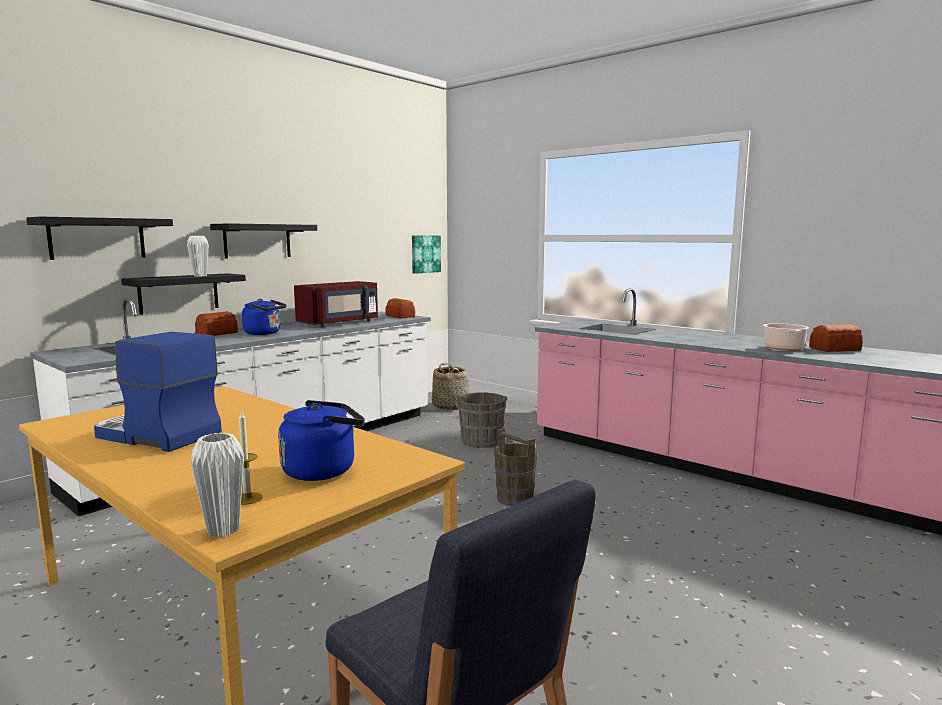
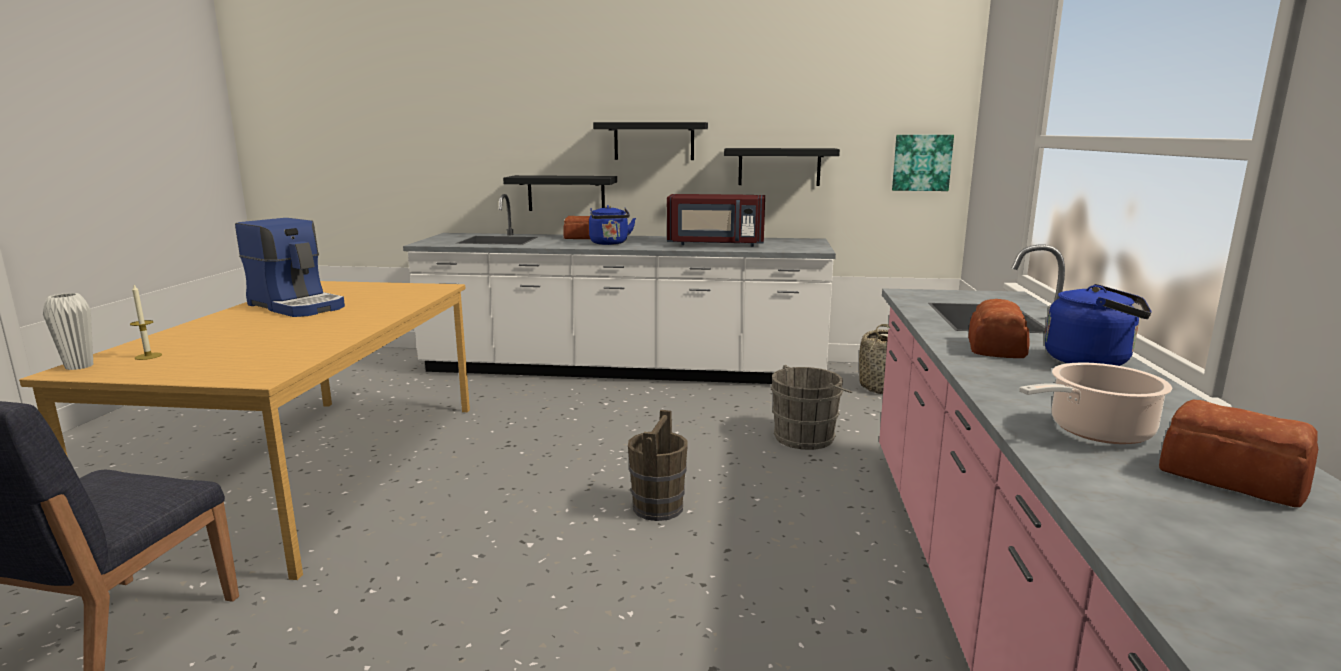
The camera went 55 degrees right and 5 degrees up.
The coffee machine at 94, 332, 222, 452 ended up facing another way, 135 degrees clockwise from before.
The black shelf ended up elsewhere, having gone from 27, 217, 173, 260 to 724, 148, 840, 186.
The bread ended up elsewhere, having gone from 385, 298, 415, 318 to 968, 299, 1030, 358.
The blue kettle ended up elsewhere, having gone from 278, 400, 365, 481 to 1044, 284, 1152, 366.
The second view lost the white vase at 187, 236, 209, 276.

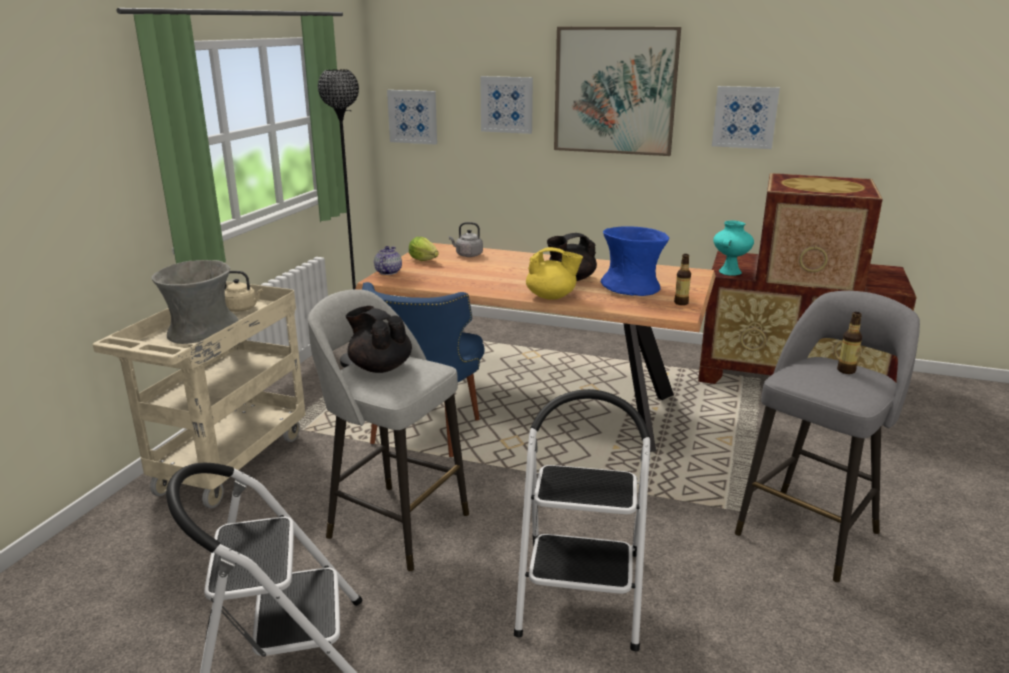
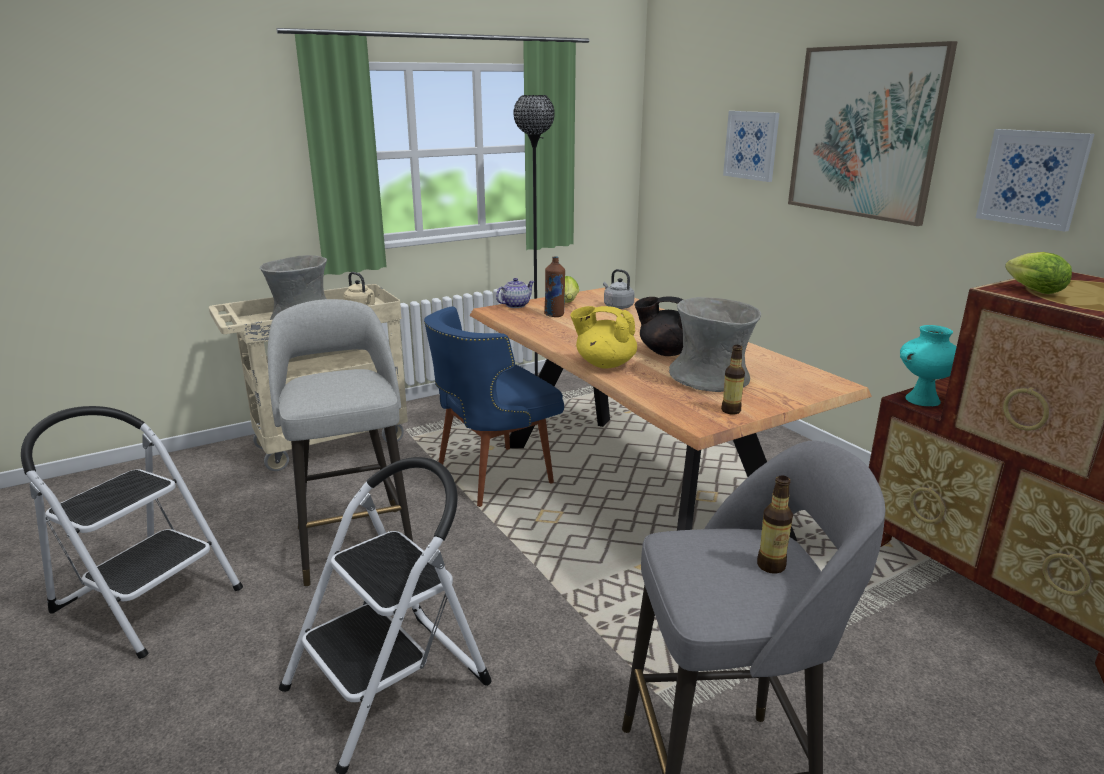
The camera went 40 degrees right and 0 degrees up.
The second view gained the brown bottle at 544, 256, 565, 317.
The yellow teapot at 526, 247, 583, 300 ended up facing another way, 150 degrees clockwise from before.
What was the blue vase at 601, 227, 669, 296 turned into the grey vase at 669, 297, 761, 392.
The second view gained the lettuce at 1005, 252, 1072, 294.
The second view lost the black teapot at 346, 306, 412, 373.
The second view lost the picture at 387, 90, 437, 145.

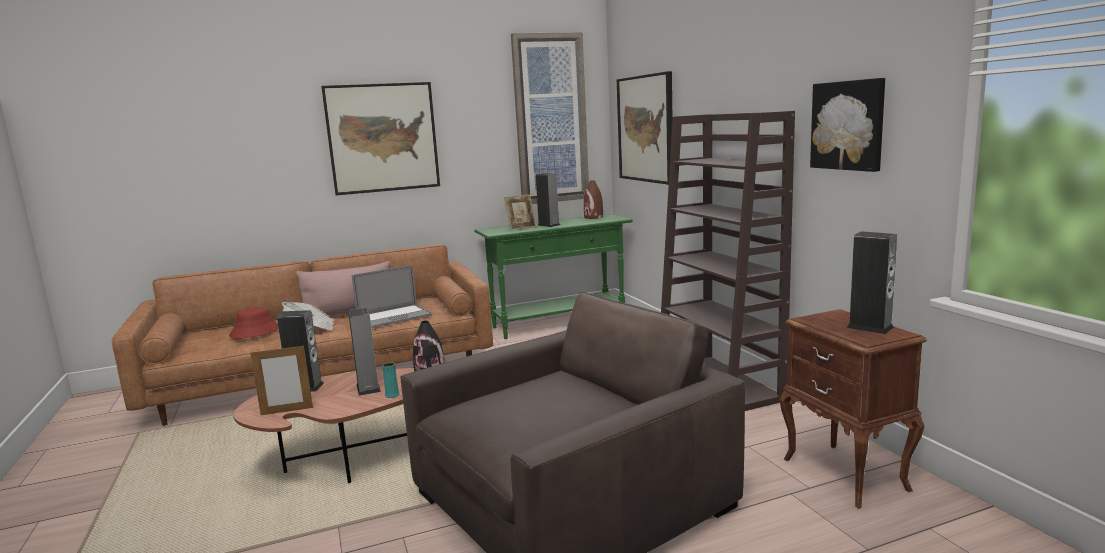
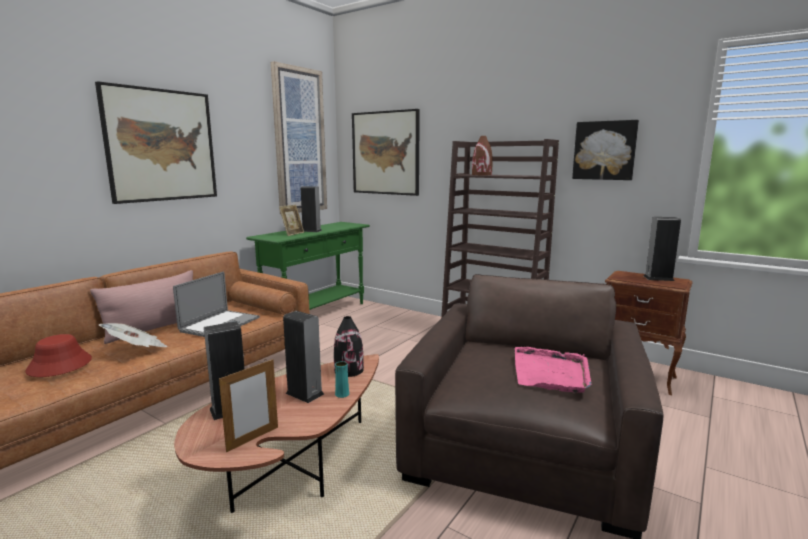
The camera went 35 degrees left and 0 degrees up.
The brown vase ended up elsewhere, having gone from 584, 180, 603, 219 to 472, 136, 492, 175.
The second view gained the pink tray at 515, 347, 591, 393.

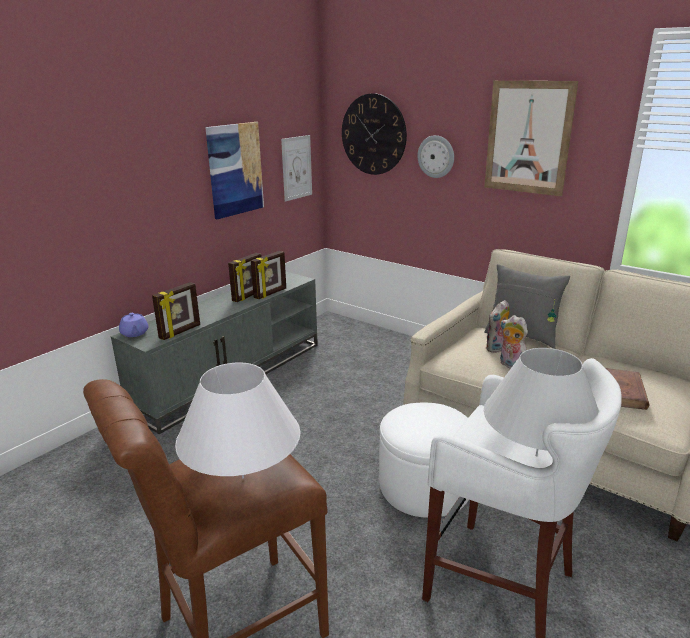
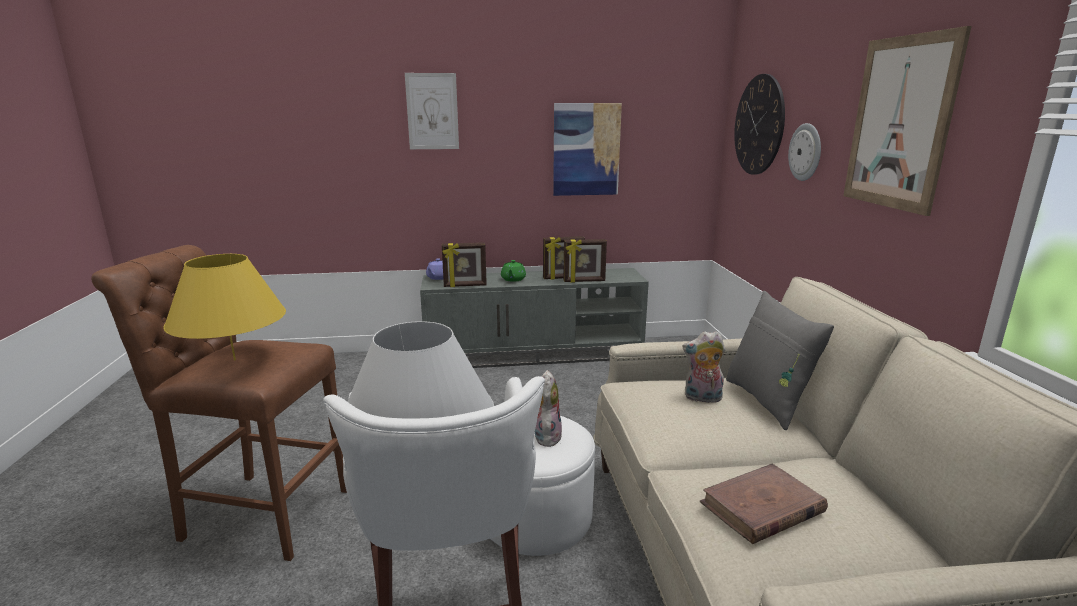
The camera went 45 degrees right and 5 degrees down.
What was the white table lamp at 175, 362, 300, 478 turned into the yellow table lamp at 163, 254, 286, 360.
The picture ended up elsewhere, having gone from 281, 135, 312, 202 to 405, 73, 459, 149.
The second view gained the green teapot at 501, 260, 526, 282.
The plush toy ended up elsewhere, having gone from 500, 315, 528, 369 to 535, 370, 562, 447.

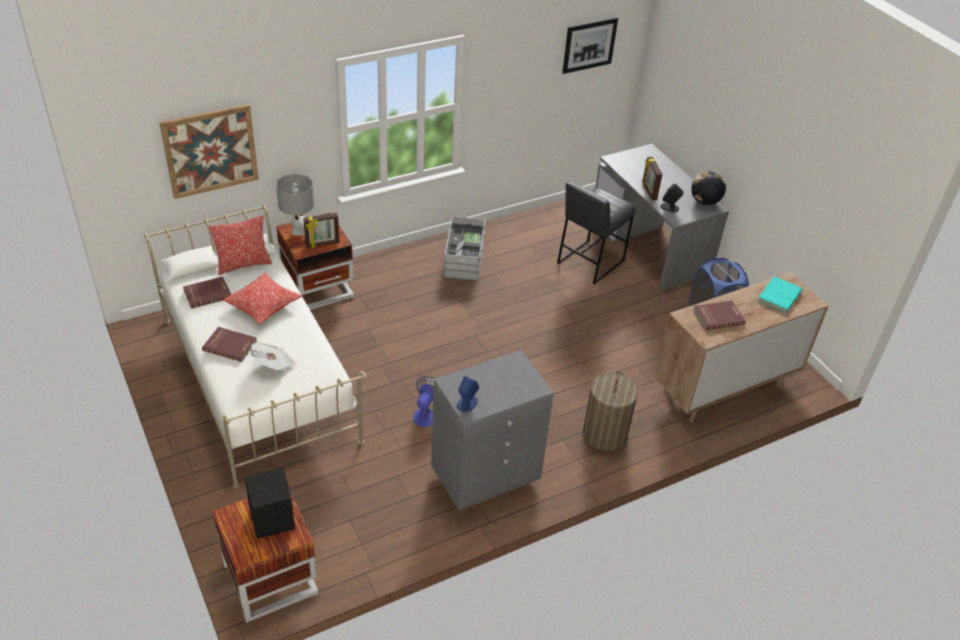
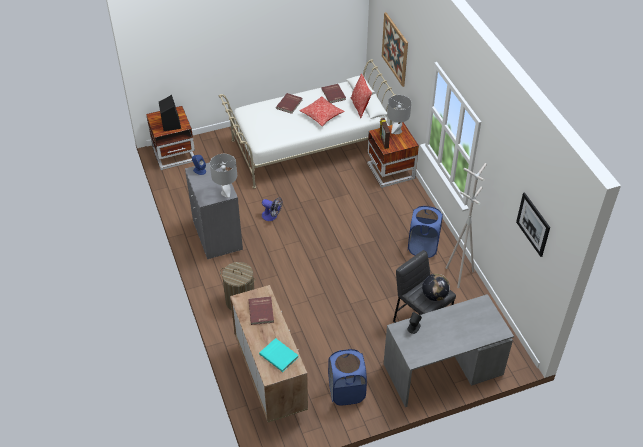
The camera went 100 degrees right and 5 degrees up.
The second view gained the grey table lamp at 210, 154, 237, 198.
Where the grey storage box stood at 444, 216, 485, 281, the blue laundry basket came to stand at 408, 206, 443, 258.
The globe ended up elsewhere, having gone from 691, 171, 726, 205 to 422, 274, 450, 301.
The second view gained the grey clothes rack at 446, 163, 487, 288.
The second view lost the newspaper at 248, 342, 297, 371.
The second view lost the picture frame at 642, 157, 663, 201.

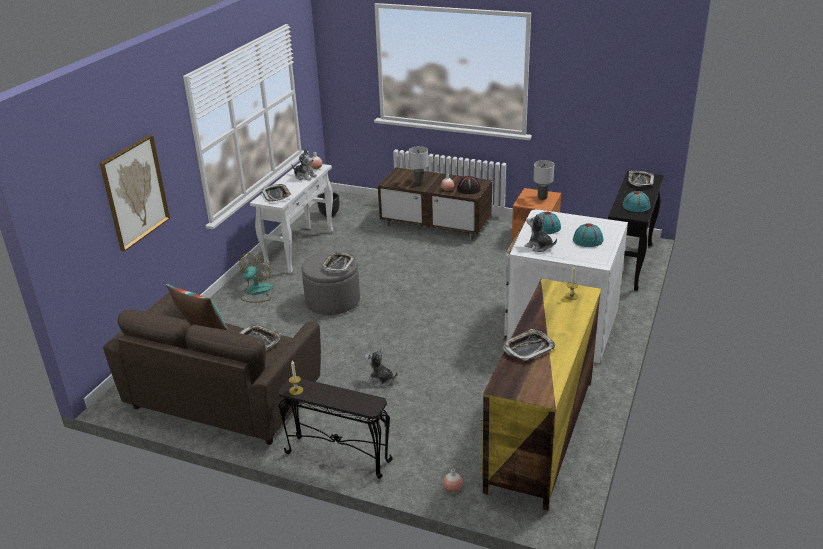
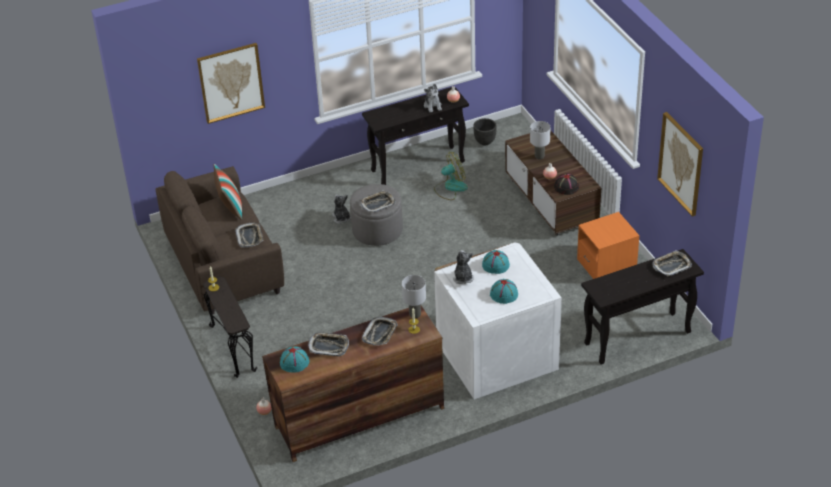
The camera went 45 degrees right and 10 degrees up.
What was the yellow cabinet at 481, 279, 601, 511 turned into the brown cabinet at 262, 306, 444, 462.
The turquoise hat ended up elsewhere, having gone from 623, 191, 651, 212 to 280, 346, 309, 373.
The plush toy ended up elsewhere, having gone from 364, 348, 397, 387 to 332, 195, 351, 224.
What was the white console table at 250, 162, 333, 274 turned into the black console table at 362, 86, 469, 185.
The tray ended up elsewhere, having gone from 261, 184, 291, 202 to 362, 317, 397, 346.
The white table lamp ended up elsewhere, having gone from 533, 160, 554, 200 to 402, 275, 426, 318.
The fan ended up elsewhere, having gone from 239, 253, 273, 303 to 434, 152, 468, 200.
The second view gained the picture at 657, 112, 703, 217.

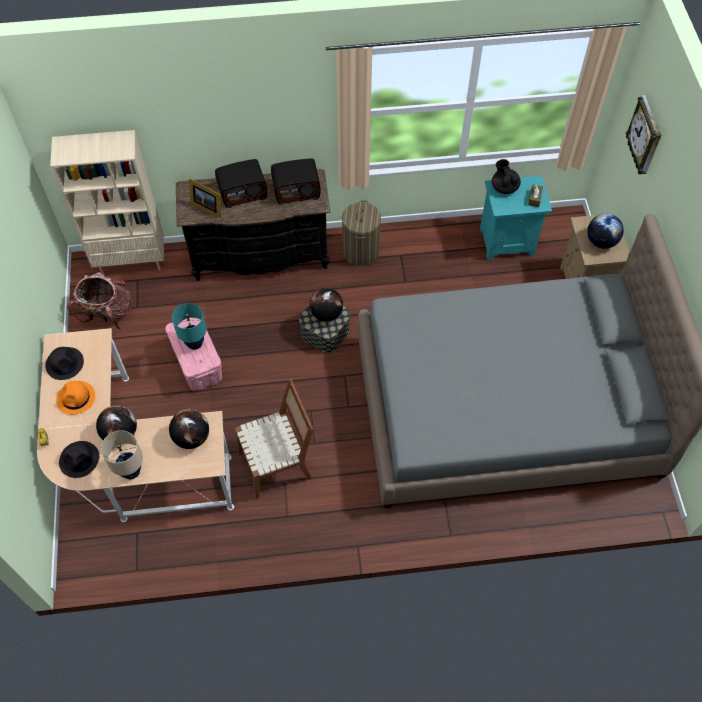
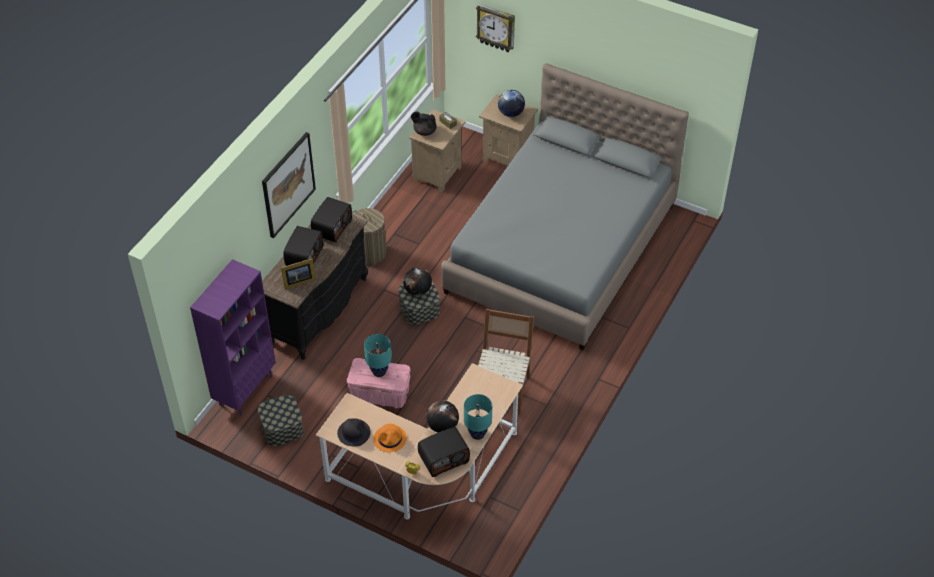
The camera went 55 degrees left and 10 degrees down.
What was the beige bookcase at 50, 130, 164, 275 turned into the purple bookcase at 190, 259, 276, 415.
Where the backpack stood at 67, 272, 132, 329, the storage box came to stand at 258, 395, 304, 446.
The second view gained the picture at 262, 132, 316, 238.
What was the turquoise nightstand at 480, 176, 552, 260 turned into the beige nightstand at 409, 109, 466, 192.
Where the black hat stood at 59, 441, 99, 478, the radio came to stand at 418, 427, 470, 477.
What was the beige table lamp at 101, 430, 143, 479 turned into the turquoise table lamp at 464, 394, 492, 440.
The second view lost the globe at 169, 409, 209, 449.

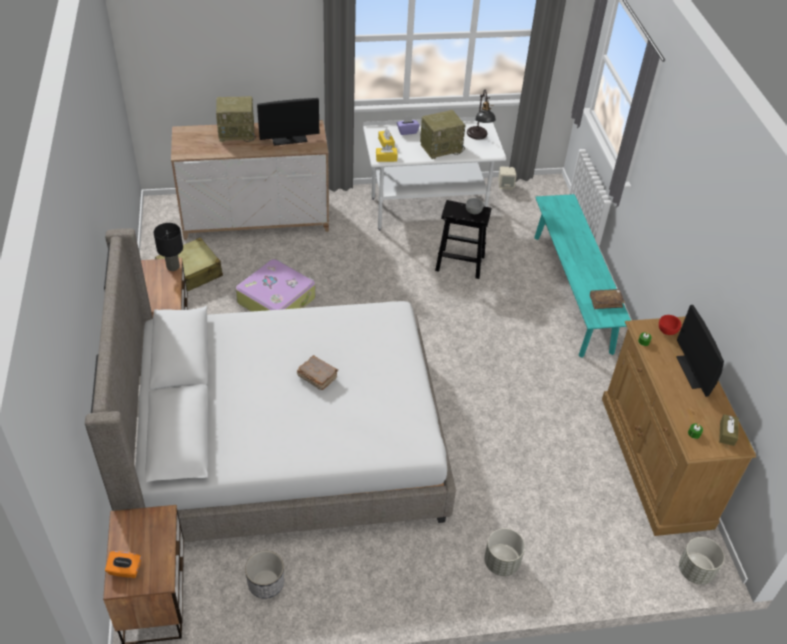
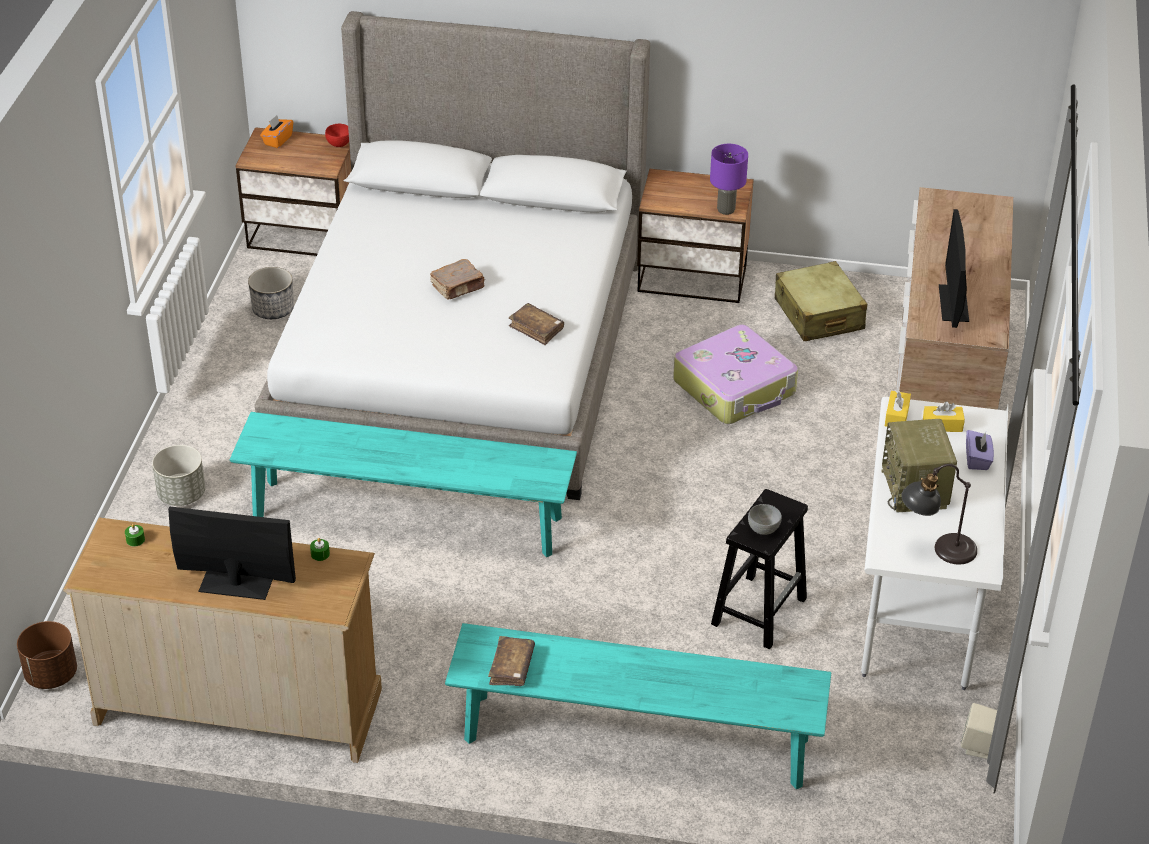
The camera went 110 degrees right and 5 degrees down.
What was the grey planter at 679, 537, 724, 585 turned into the brown planter at 17, 621, 77, 689.
The second view gained the turquoise bench at 230, 412, 577, 557.
The red bowl ended up elsewhere, having gone from 659, 315, 681, 335 to 325, 124, 349, 147.
The second view gained the brown book at 509, 303, 564, 345.
What was the black table lamp at 154, 223, 183, 271 turned into the purple table lamp at 710, 144, 748, 215.
The second view lost the radio at 216, 96, 256, 142.
The second view lost the brown tissue box at 719, 414, 739, 446.

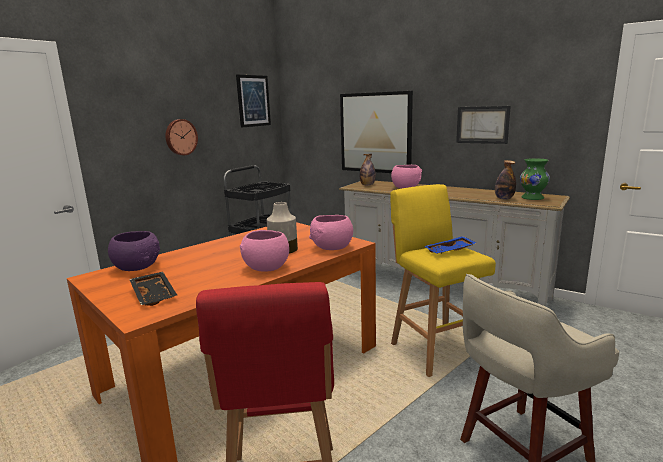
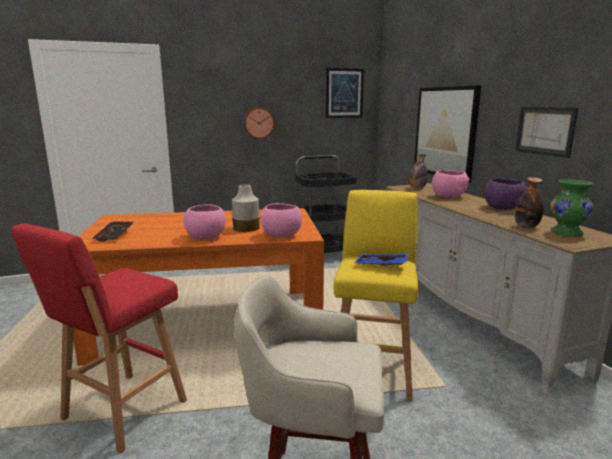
The camera went 35 degrees right and 0 degrees up.
The purple bowl ended up elsewhere, having gone from 108, 231, 160, 271 to 484, 178, 528, 210.

